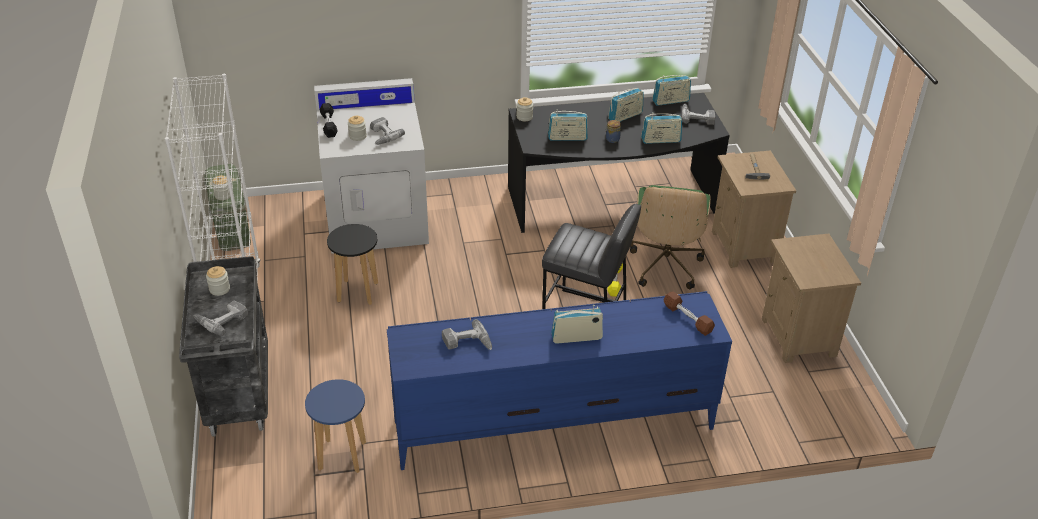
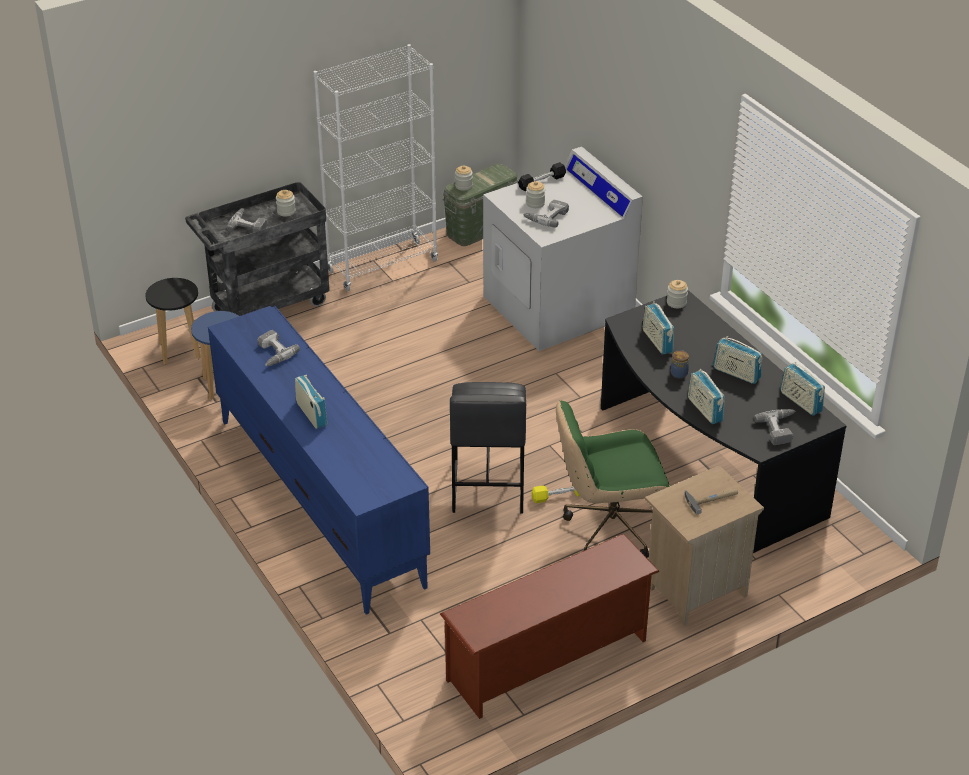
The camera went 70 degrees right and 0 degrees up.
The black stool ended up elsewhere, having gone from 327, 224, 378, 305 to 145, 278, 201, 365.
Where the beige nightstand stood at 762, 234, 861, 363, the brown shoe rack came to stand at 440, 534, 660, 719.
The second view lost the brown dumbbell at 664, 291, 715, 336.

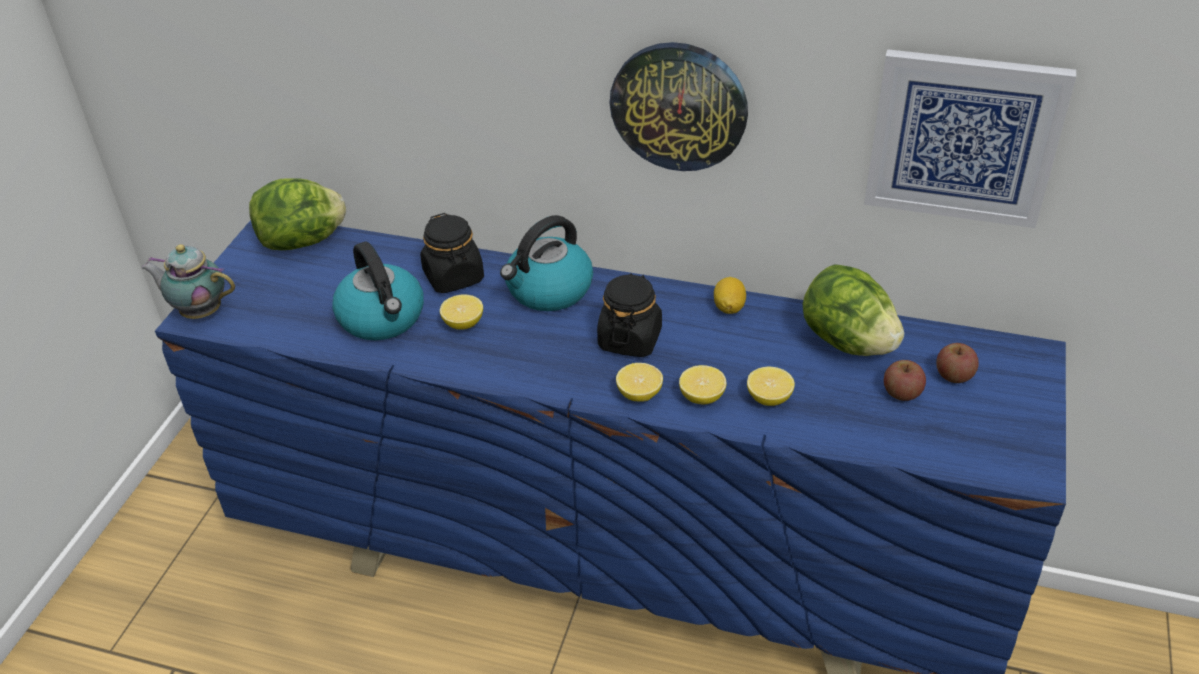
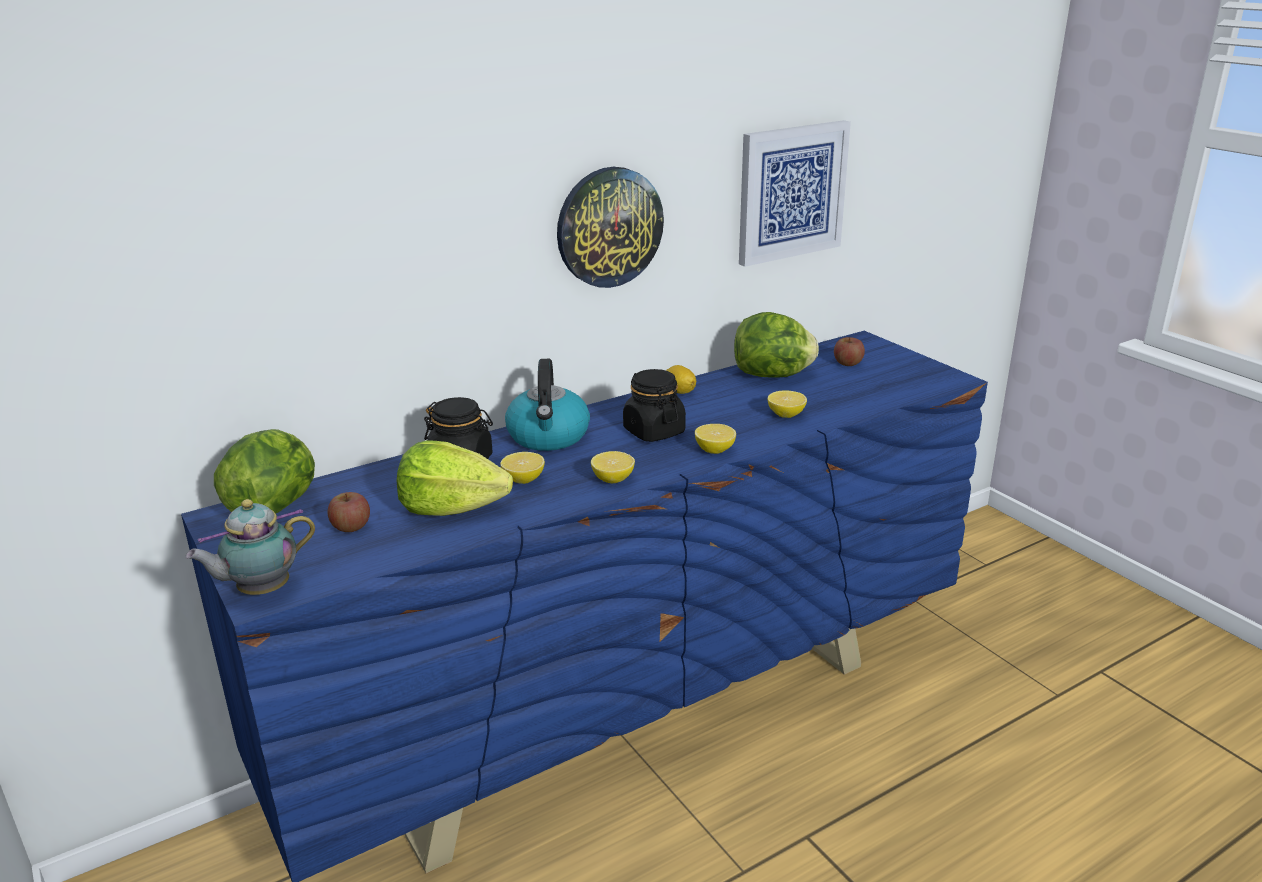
The camera went 50 degrees left and 15 degrees down.
The apple ended up elsewhere, having gone from 884, 360, 926, 401 to 327, 492, 370, 532.
Where the kettle stood at 332, 242, 424, 340, the lettuce came to stand at 397, 440, 513, 516.
The lemon ended up elsewhere, having gone from 679, 365, 727, 405 to 591, 451, 635, 483.

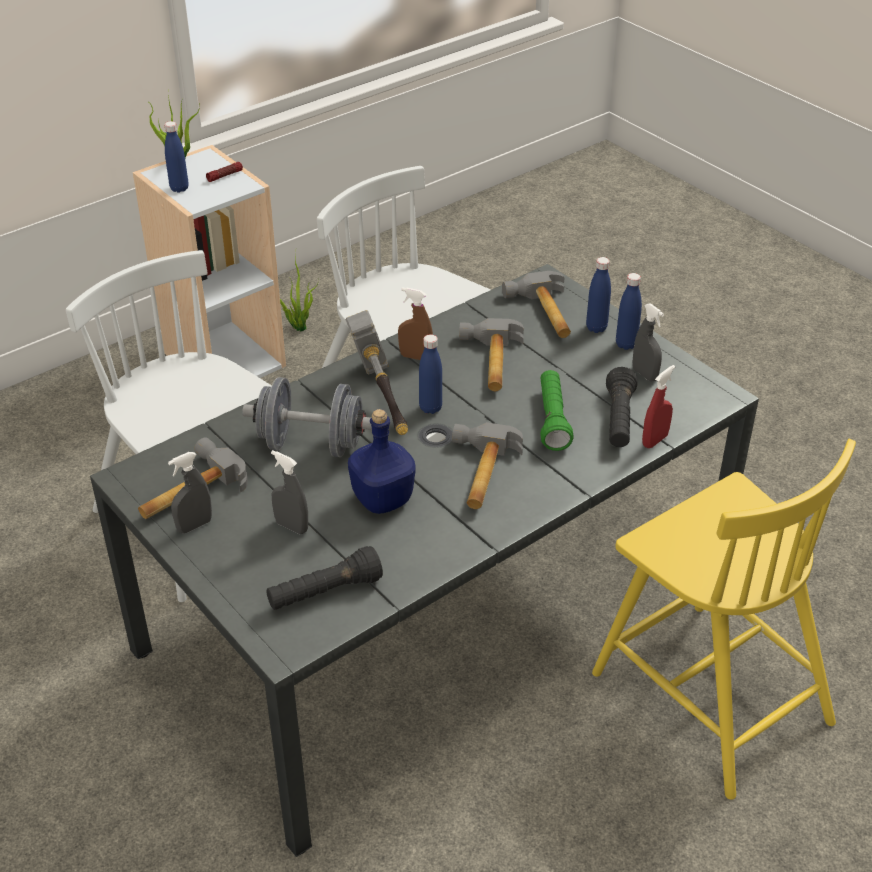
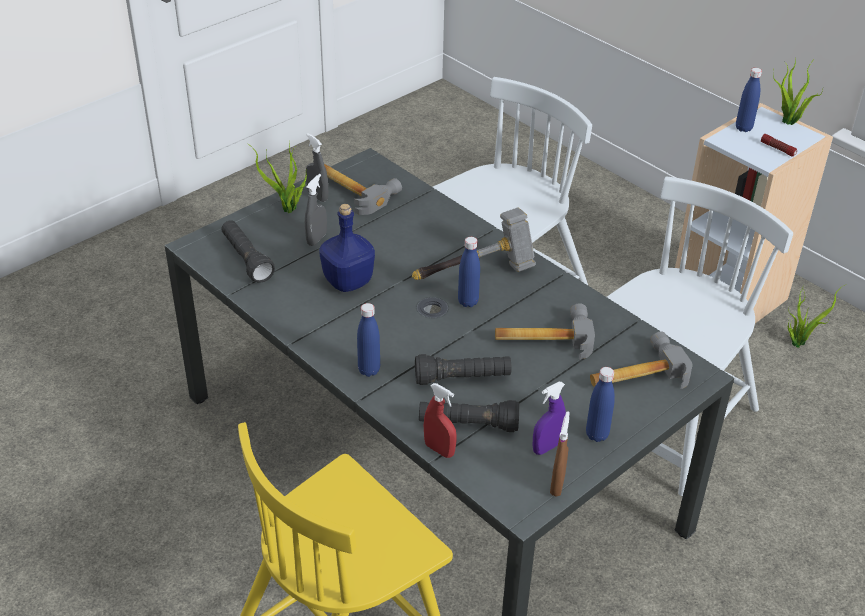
The camera went 85 degrees right and 0 degrees up.
The second view gained the potted plant at 247, 141, 308, 213.
The blue bottle ended up elsewhere, having gone from 586, 257, 611, 333 to 357, 303, 380, 377.
What was the green flashlight at 540, 370, 574, 451 turned into the black flashlight at 415, 354, 511, 385.
What was the grey spray bottle at 633, 303, 664, 381 turned into the purple spray bottle at 532, 382, 566, 455.
The brown spray bottle ended up elsewhere, having gone from 398, 287, 433, 360 to 550, 411, 570, 497.
The second view lost the grey dumbbell at 242, 377, 372, 457.
The second view lost the hammer at 452, 422, 523, 509.

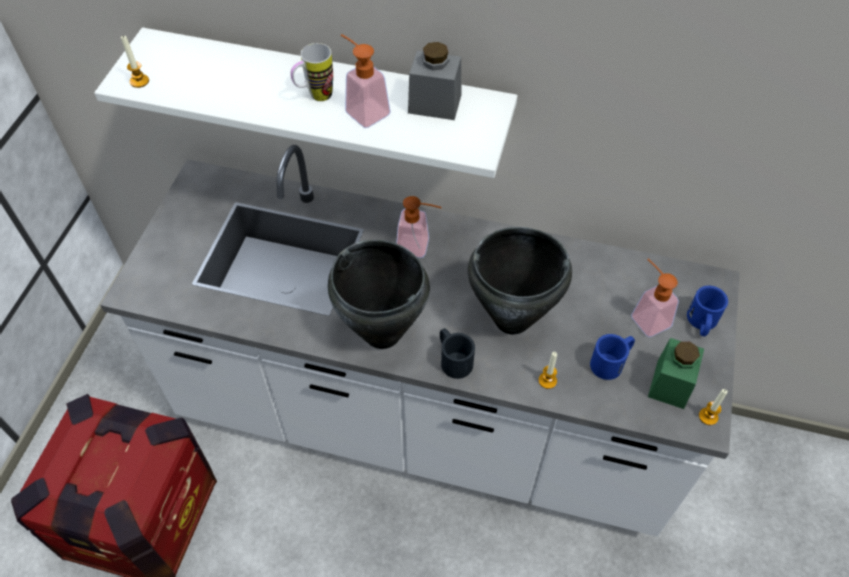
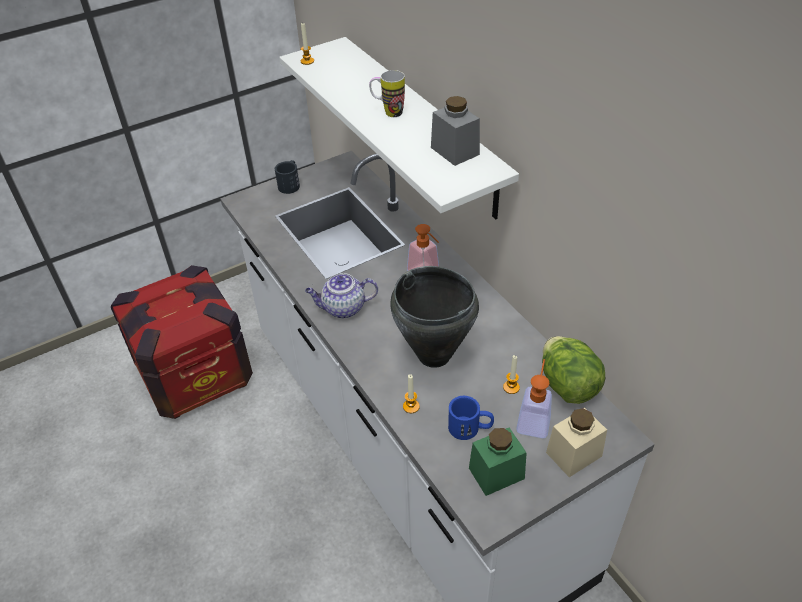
The camera went 45 degrees right and 10 degrees down.
The black mug ended up elsewhere, having gone from 440, 328, 475, 379 to 275, 160, 300, 194.
Where the black cooking pot stood at 328, 240, 430, 349, the teapot came to stand at 305, 273, 378, 319.
The candle ended up elsewhere, having gone from 699, 389, 728, 425 to 503, 355, 520, 394.
The second view gained the lettuce at 542, 336, 605, 404.
Where the blue mug stood at 687, 286, 728, 336, the beige jar came to stand at 546, 408, 607, 477.
The second view lost the soap dispenser at 341, 34, 391, 128.

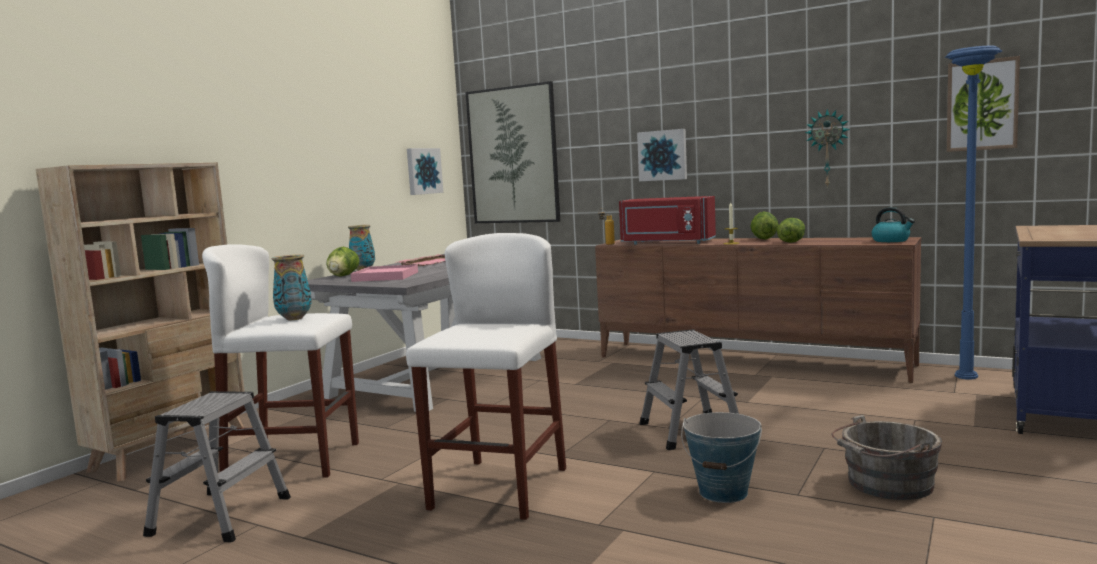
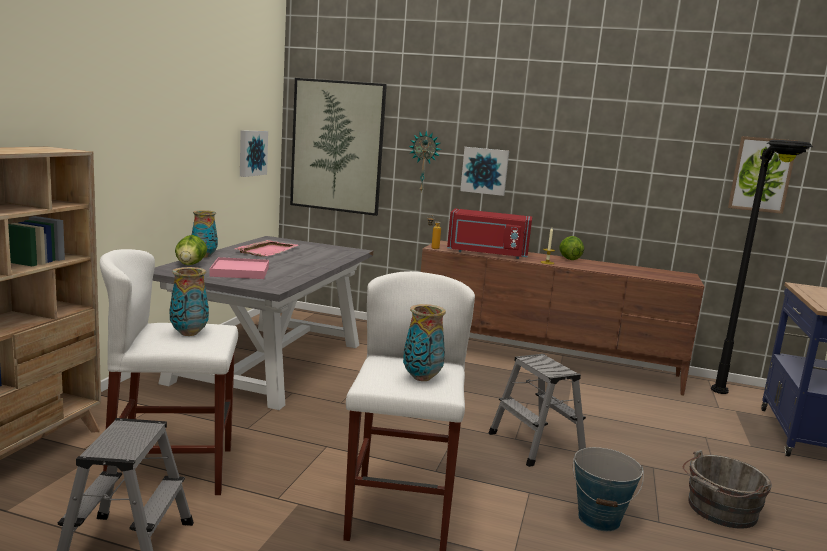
The camera went 15 degrees left and 5 degrees up.
The second view gained the vase at 403, 304, 446, 381.
The wall clock ended up elsewhere, having gone from 805, 109, 850, 188 to 409, 130, 441, 192.
What was the blue floor lamp at 945, 45, 1002, 380 turned into the black floor lamp at 711, 140, 813, 394.
The second view lost the lettuce at 777, 218, 805, 243.
The second view lost the kettle at 872, 207, 915, 242.

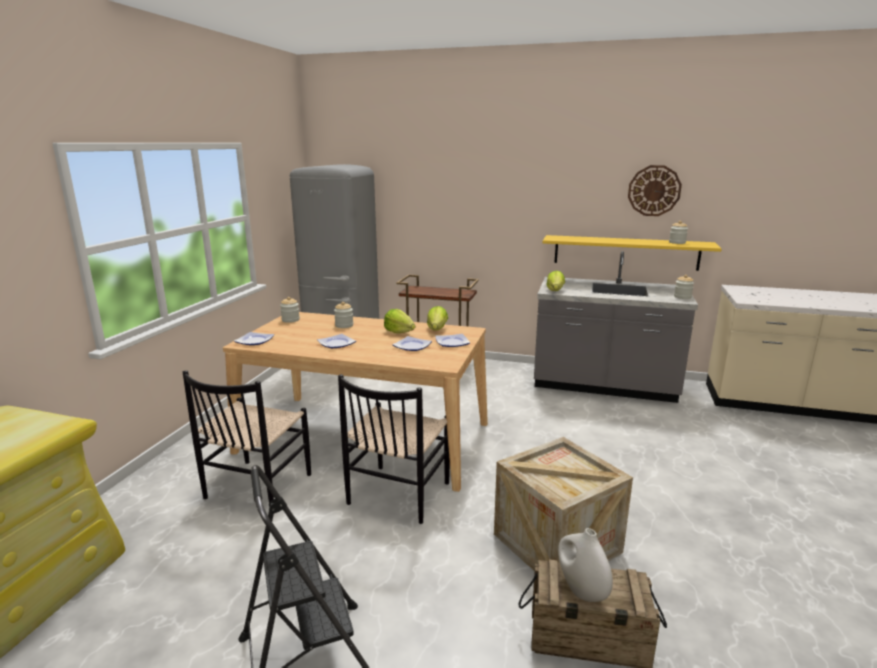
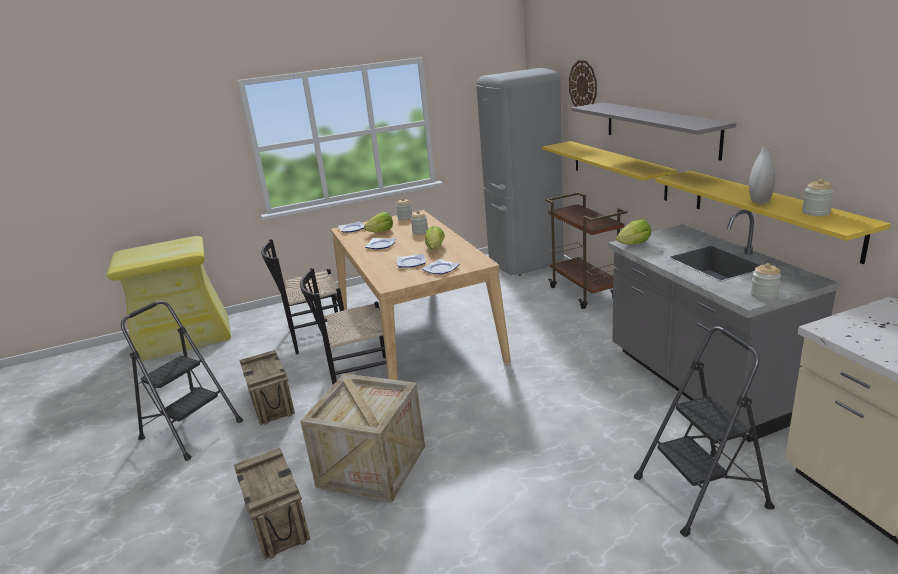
The camera went 55 degrees right and 5 degrees up.
The second view gained the crate at 239, 350, 295, 425.
The lettuce ended up elsewhere, having gone from 427, 306, 448, 330 to 364, 212, 393, 232.
The second view gained the yellow shelf at 542, 141, 677, 201.
The wall clock ended up elsewhere, having gone from 628, 165, 682, 216 to 569, 60, 597, 107.
The second view gained the grey shelf at 572, 102, 736, 161.
The second view gained the black step ladder at 634, 326, 775, 537.
The white vase ended up elsewhere, having gone from 558, 528, 613, 602 to 749, 147, 775, 204.

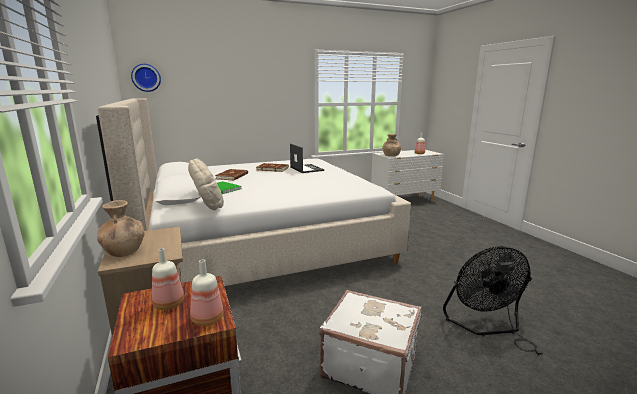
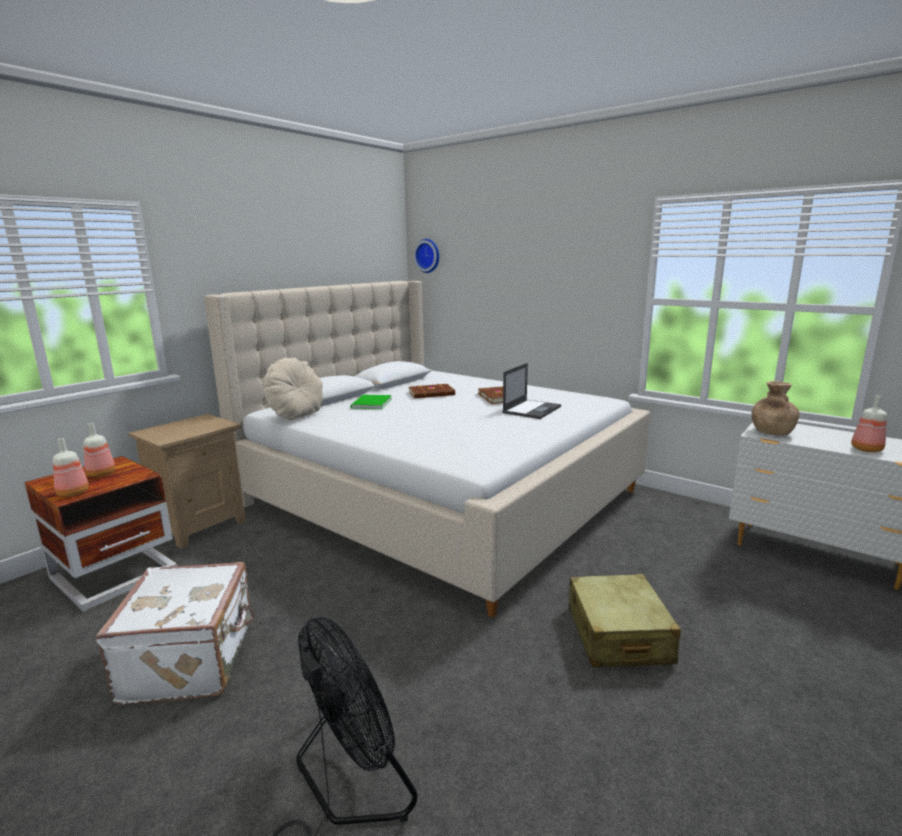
The camera went 60 degrees right and 0 degrees up.
The second view gained the beige suitcase at 569, 574, 681, 667.
The second view lost the brown vase at 97, 200, 145, 257.

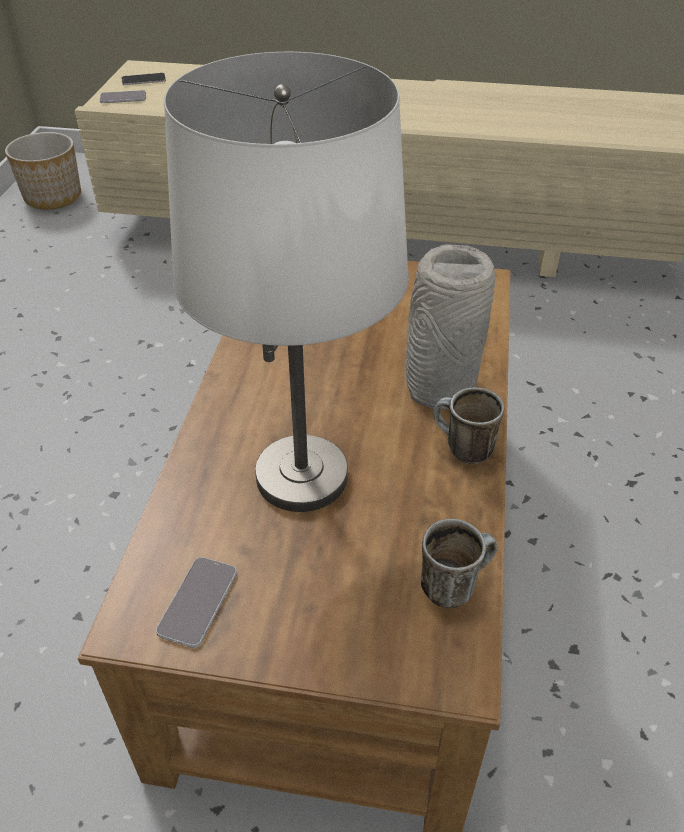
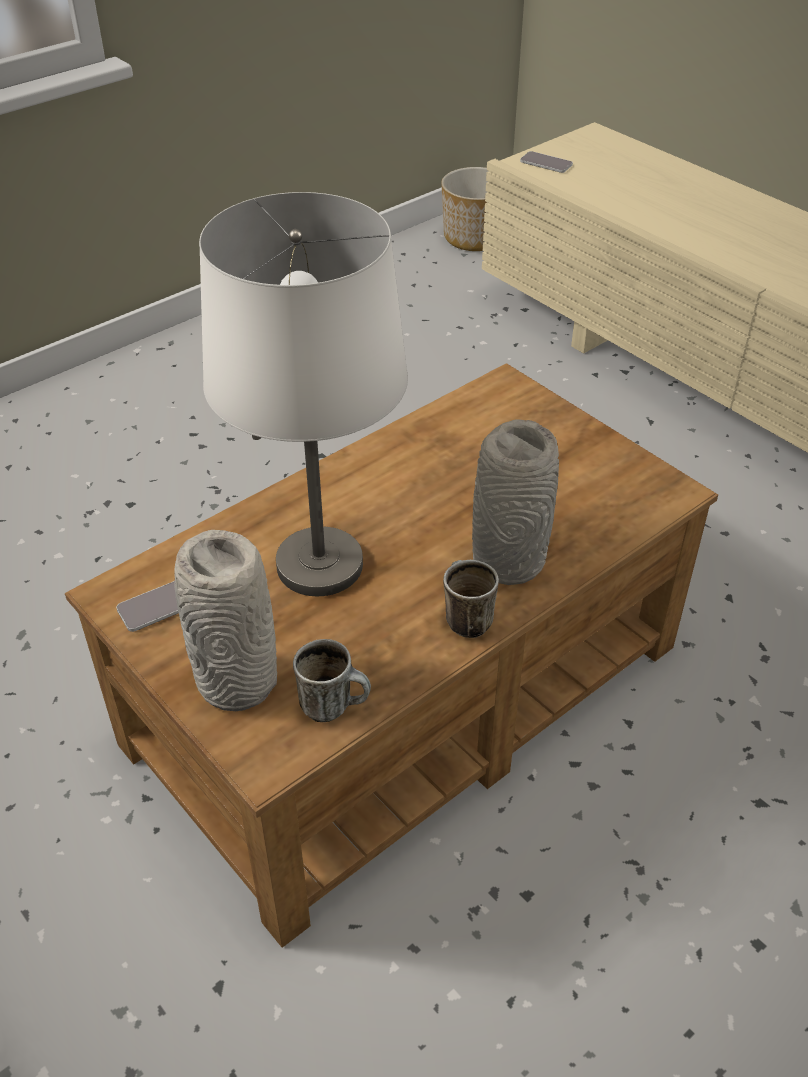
The camera went 40 degrees right and 0 degrees up.
The second view gained the grey vase at 174, 530, 277, 711.
The second view lost the phone at 121, 73, 166, 85.

